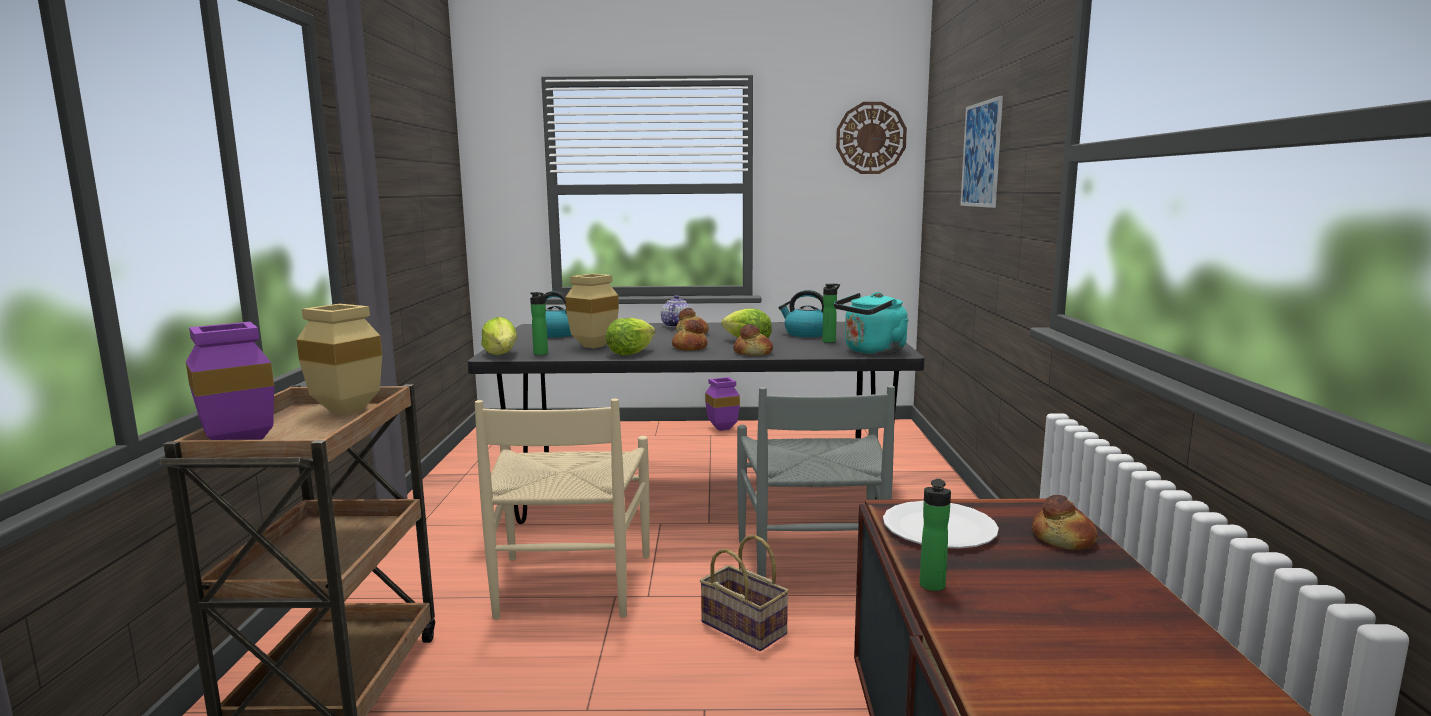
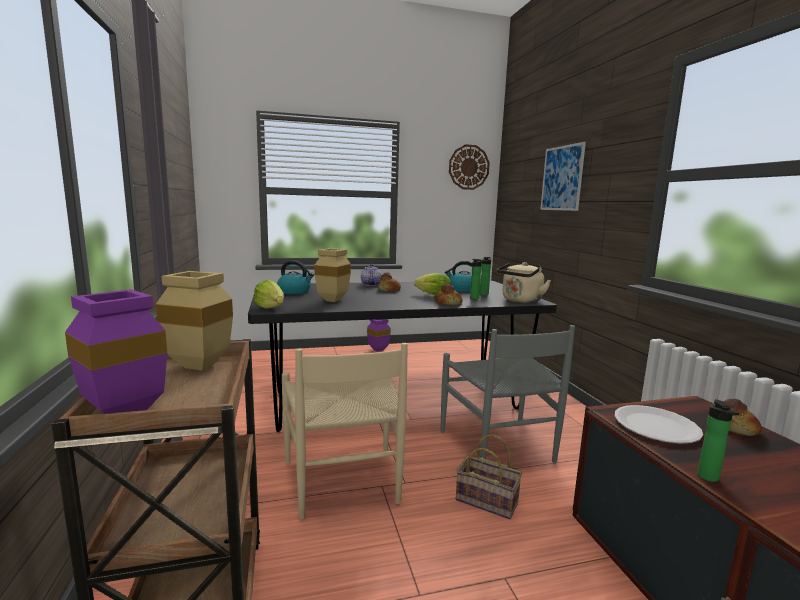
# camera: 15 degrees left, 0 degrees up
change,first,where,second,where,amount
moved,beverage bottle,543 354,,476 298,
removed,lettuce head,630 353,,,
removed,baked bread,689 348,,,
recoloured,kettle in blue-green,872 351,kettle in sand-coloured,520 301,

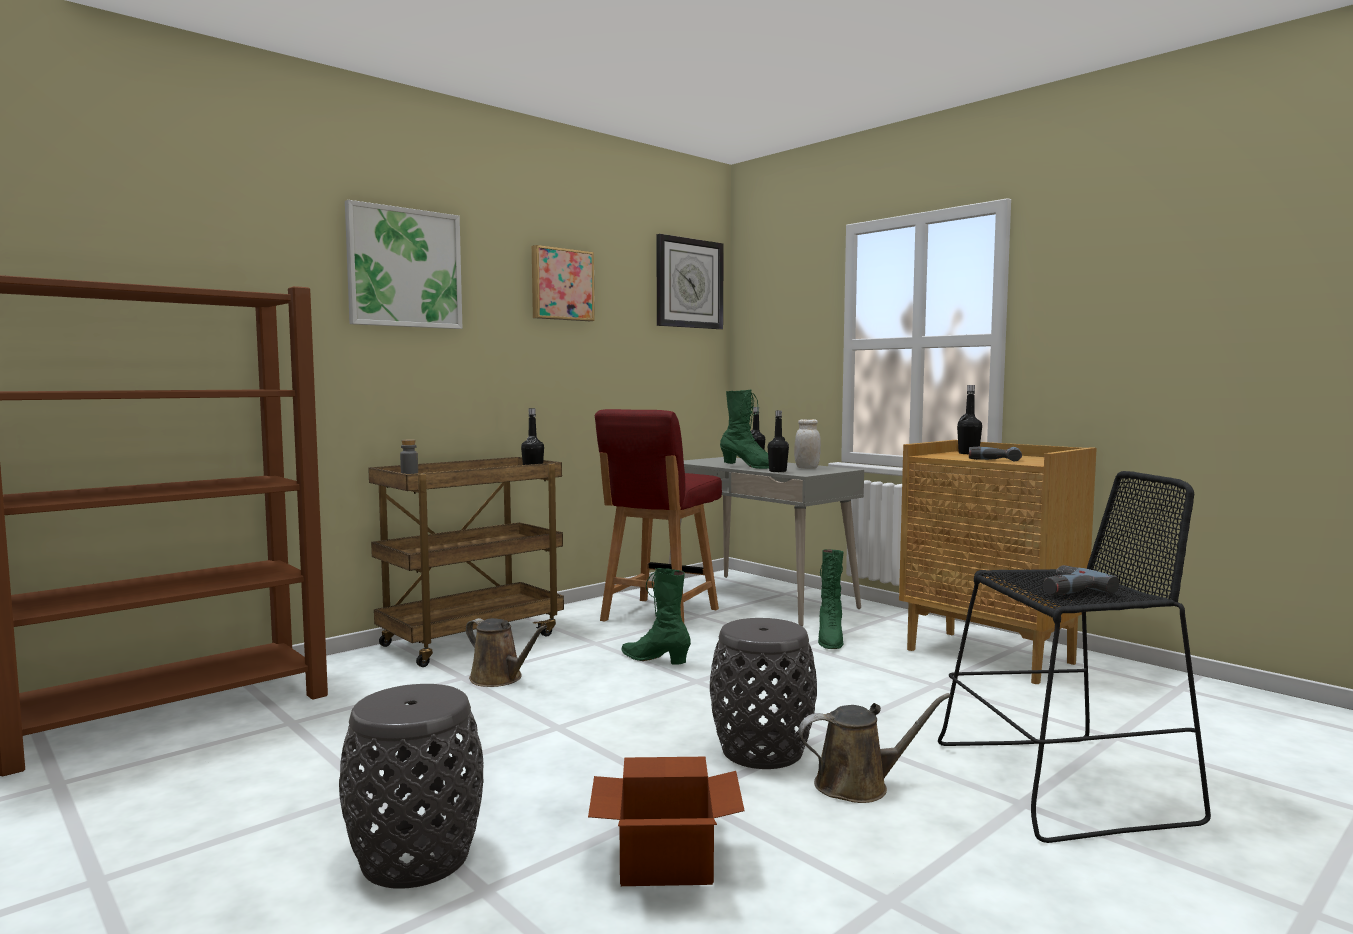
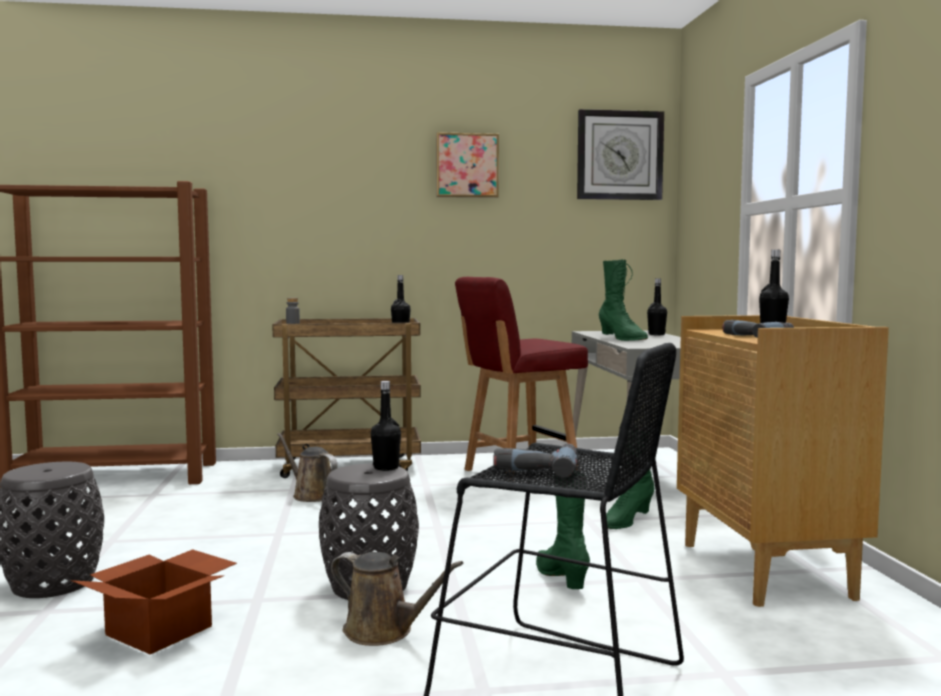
# camera: 35 degrees right, 0 degrees up
change,first,where,second,where,amount
removed,wall art,404 268,,,
turned,sprinkling can in brown-coloured,499 679,,311 495,150 degrees clockwise
moved,tall boot in greenish,655 660,,561 578,
moved,beverage bottle in blackish,777 471,,386 468,
removed,jar in white,807 468,,,

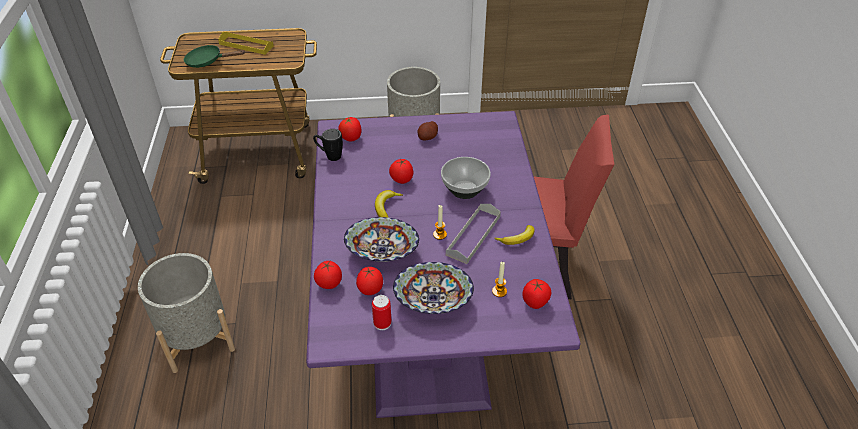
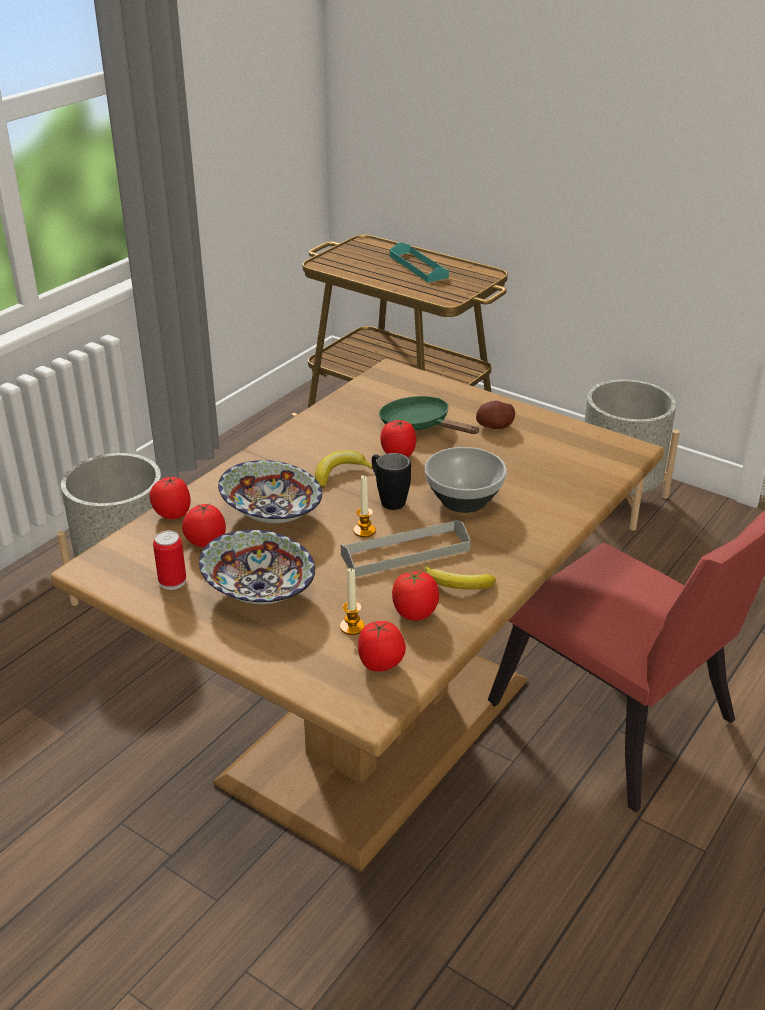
# camera: 40 degrees right, 10 degrees down
change,first,where,second,where,amount
moved,frying pan in greenish,208 61,,420 426,
recoloured,tray in yellowish,246 45,tray in blue-green,418 267,
recoloured,dinner table in purplish,429 333,dinner table in brown-coloured,382 731,
moved,mug in blackish,329 156,,388 499,
moved,tomato,351 138,,415 613,

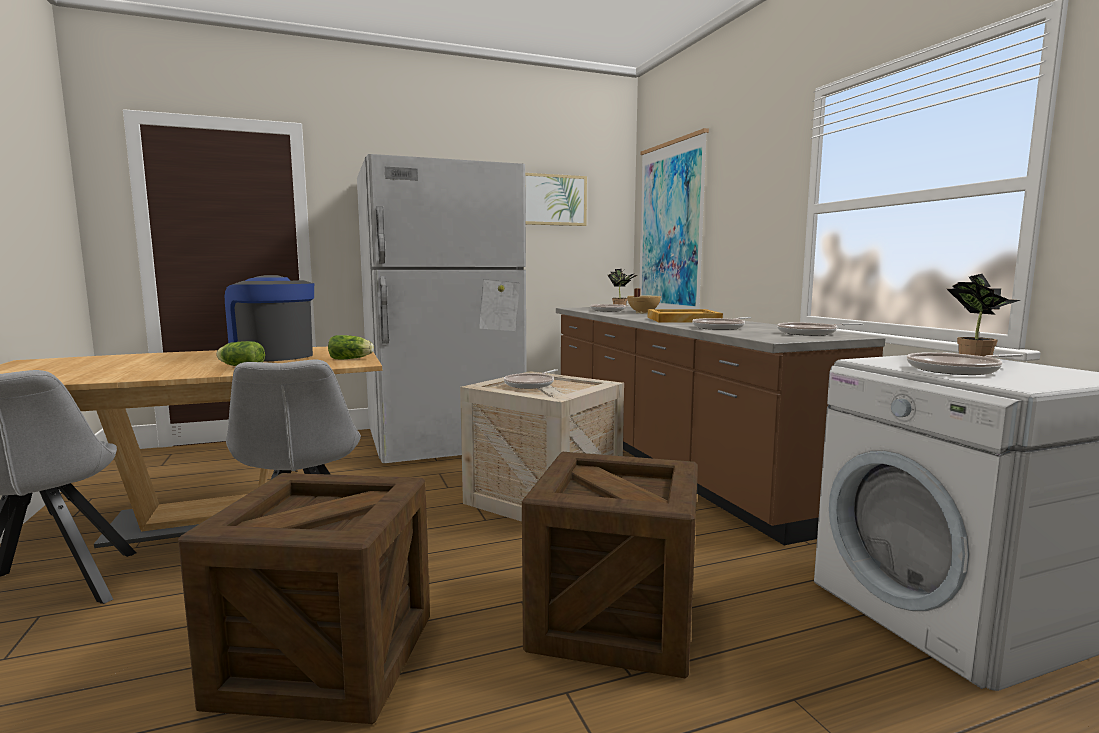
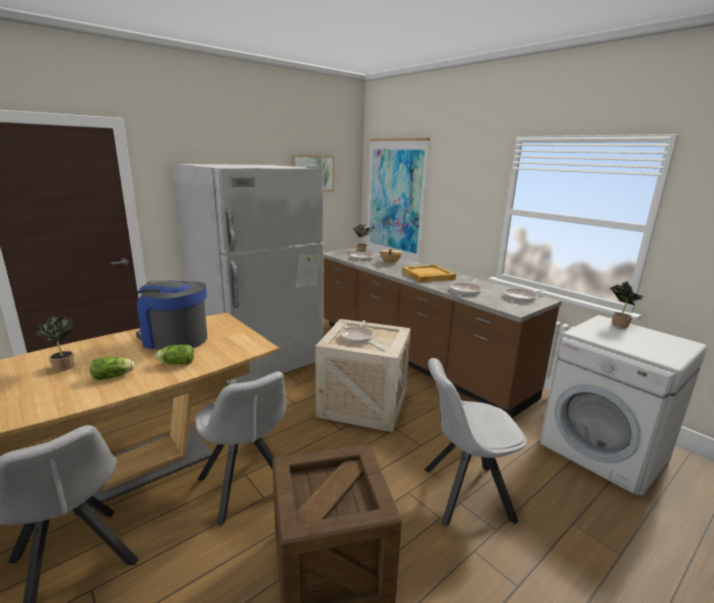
# camera: 20 degrees left, 10 degrees up
change,first,where,second,where,amount
moved,lettuce head,351 359,,114 376,
replaced,crate,614 620,plain chair in greyish,464 494,
removed,frying pan,957 370,,,
added,,,potted plant,66 367,

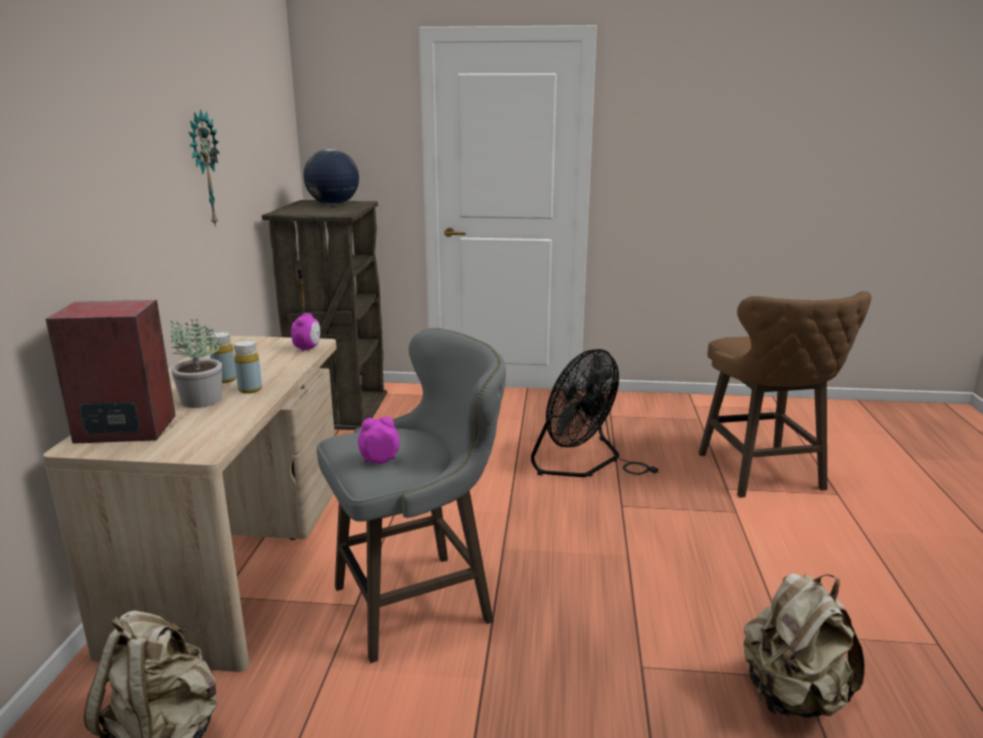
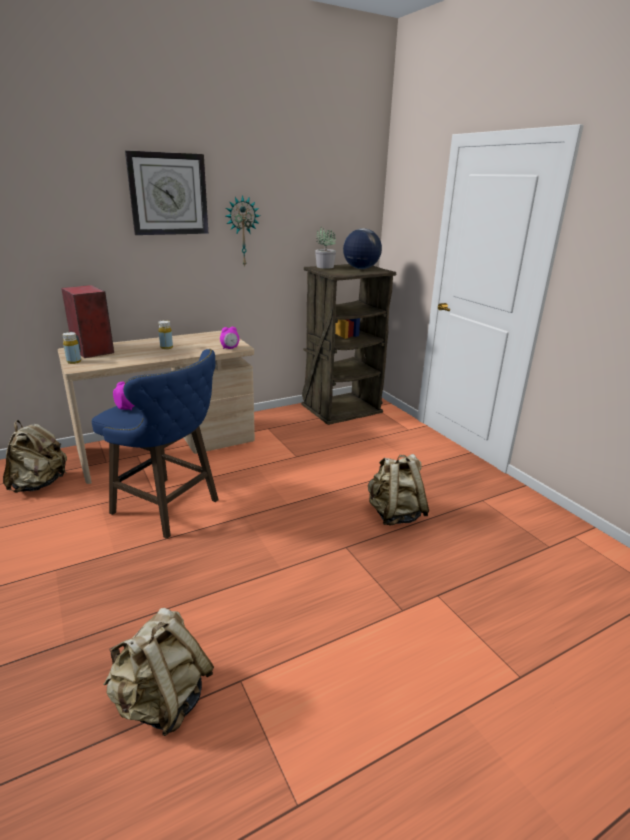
# camera: 55 degrees right, 5 degrees up
change,first,where,second,where,amount
moved,potted plant,200 400,,324 267,
moved,beverage bottle in yellowish,250 389,,74 361,
recoloured,stool seat in greyish,420 601,stool seat in blue-coloured,169 508,
replaced,cooling fan in blackish,592 461,knapsack in sand-coloured,395 514,
removed,stool seat in brown-coloured,763 474,,,
added,,,hanging clock,168 194,

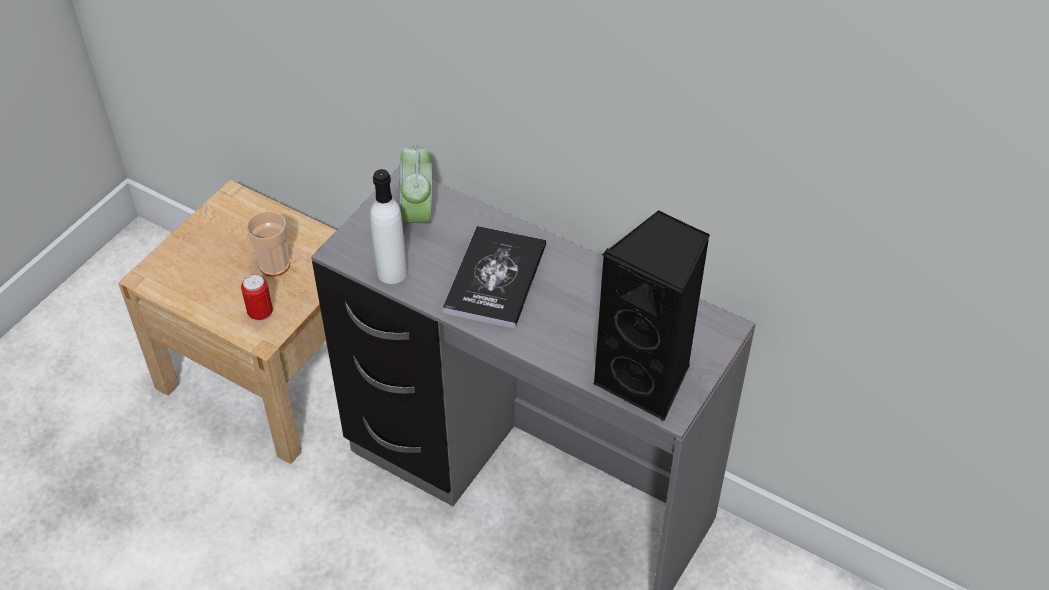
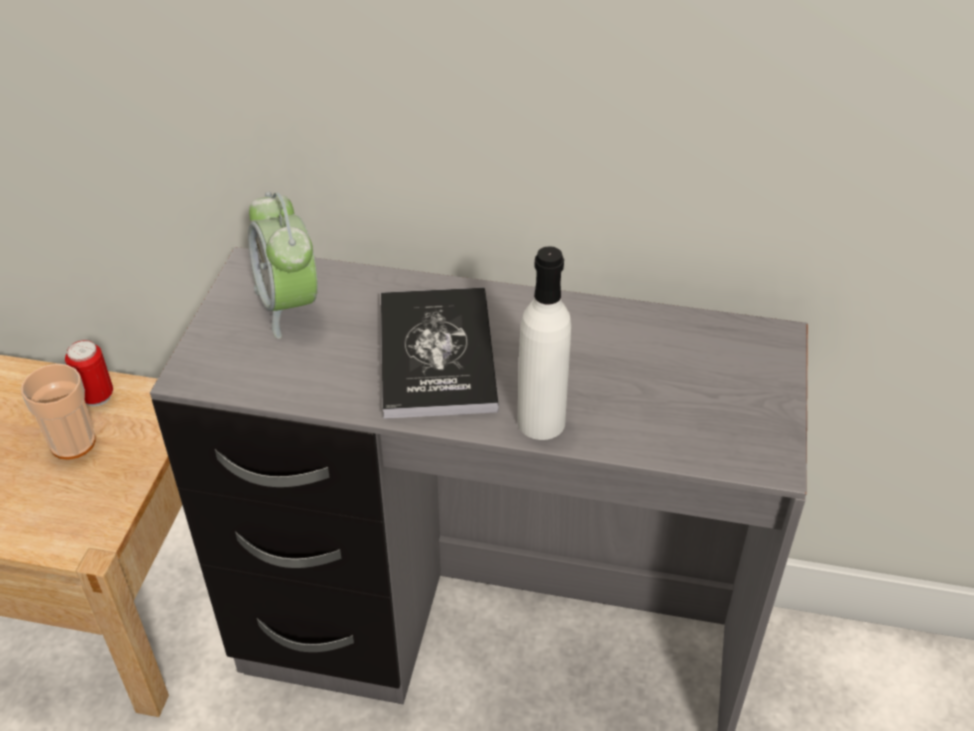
# camera: 20 degrees left, 5 degrees down
change,first,where,second,where,amount
moved,sealed can,260 313,,97 396,
moved,beverage bottle in white,392 272,,541 422,
removed,loudspeaker in blackish,647 379,,,

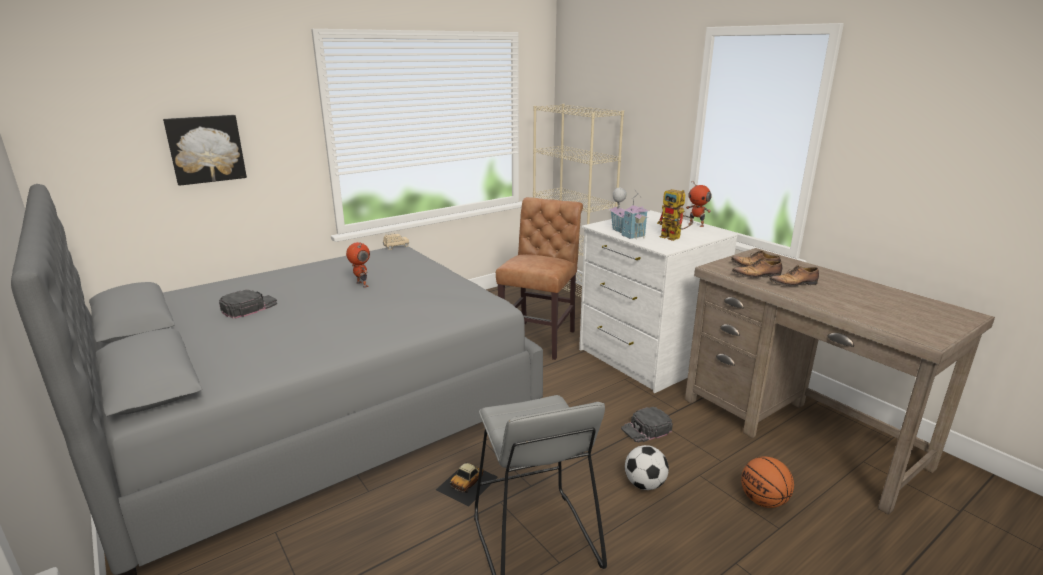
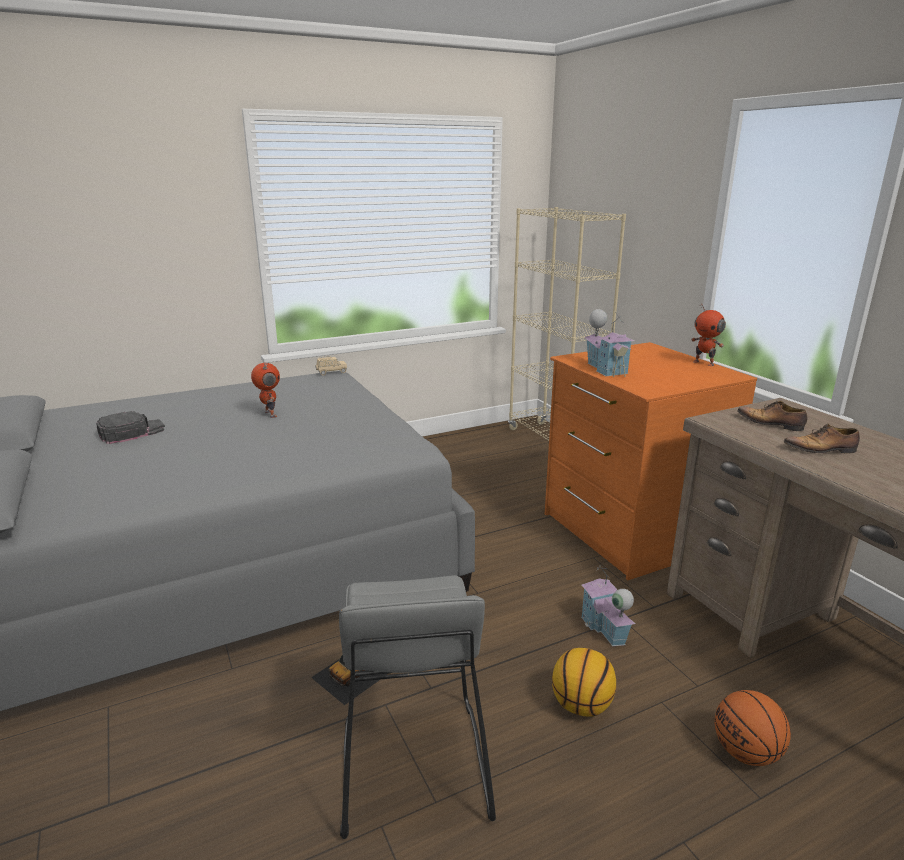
# camera: 10 degrees right, 0 degrees up
change,first,where,second,where,amount
removed,wall art,206 149,,,
removed,plain chair in brown-coloured,540 338,,,
recoloured,chest of drawers in white,645 357,chest of drawers in orangey,628 531,
replaced,peaked cap in blackish,646 429,toy house,604 628,
replaced,football,644 484,ball for basketball,581 705,
removed,robot figure,674 238,,,
removed,shoe,757 276,,,

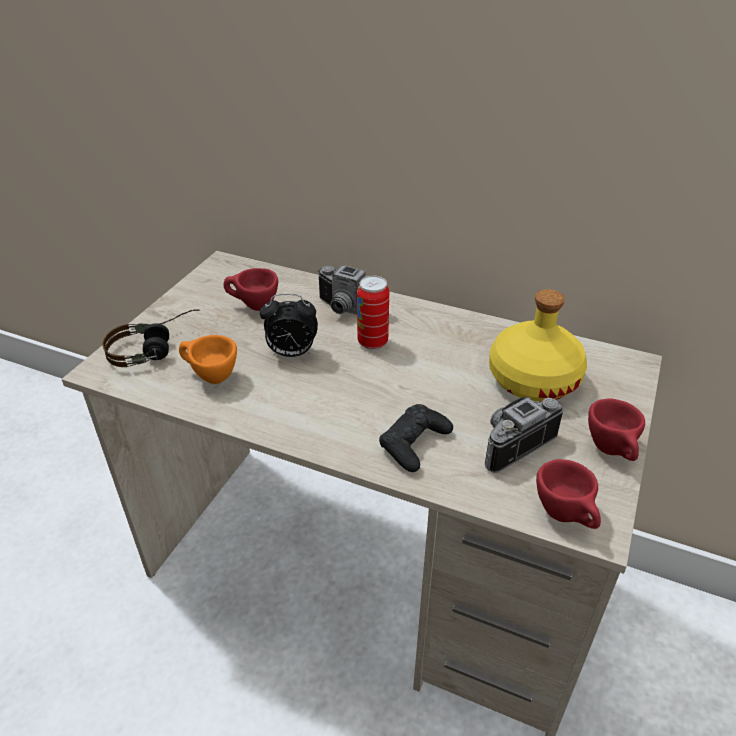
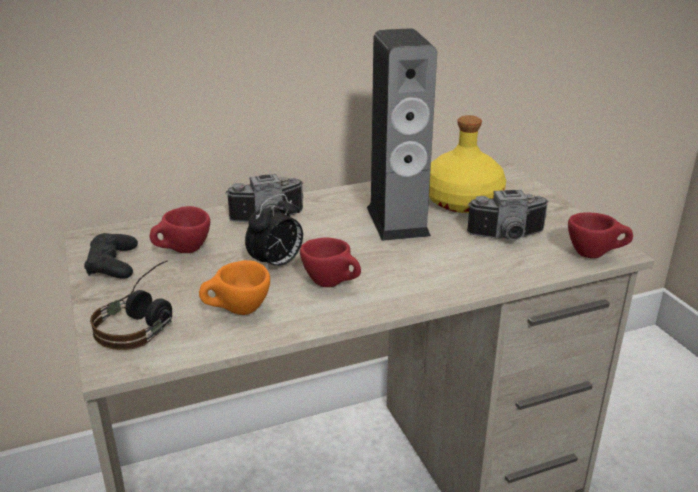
# camera: 45 degrees left, 10 degrees down
change,first,where,second,where,amount
removed,sealed can,372 342,,,
moved,joypad in blackish,414 443,,113 264,
turned,still camera,511 442,,508 237,105 degrees counterclockwise
moved,drinking cup in reddish,612 451,,333 284,
added,,,loudspeaker,397 221,

